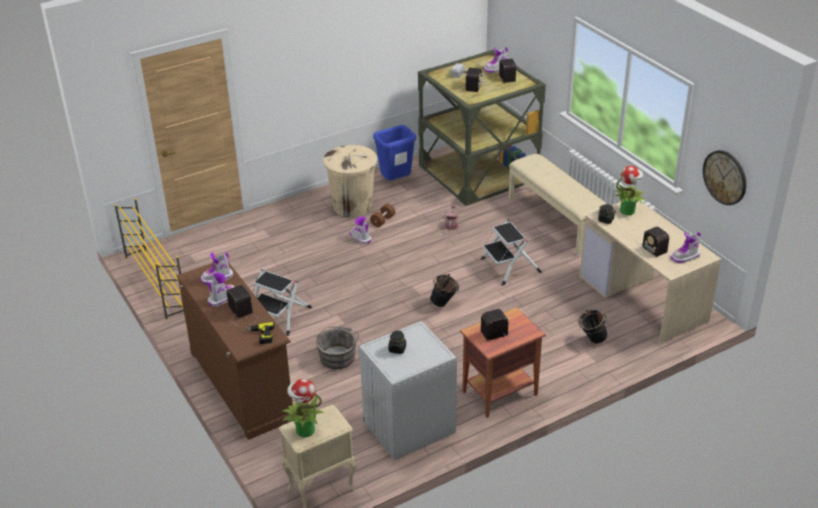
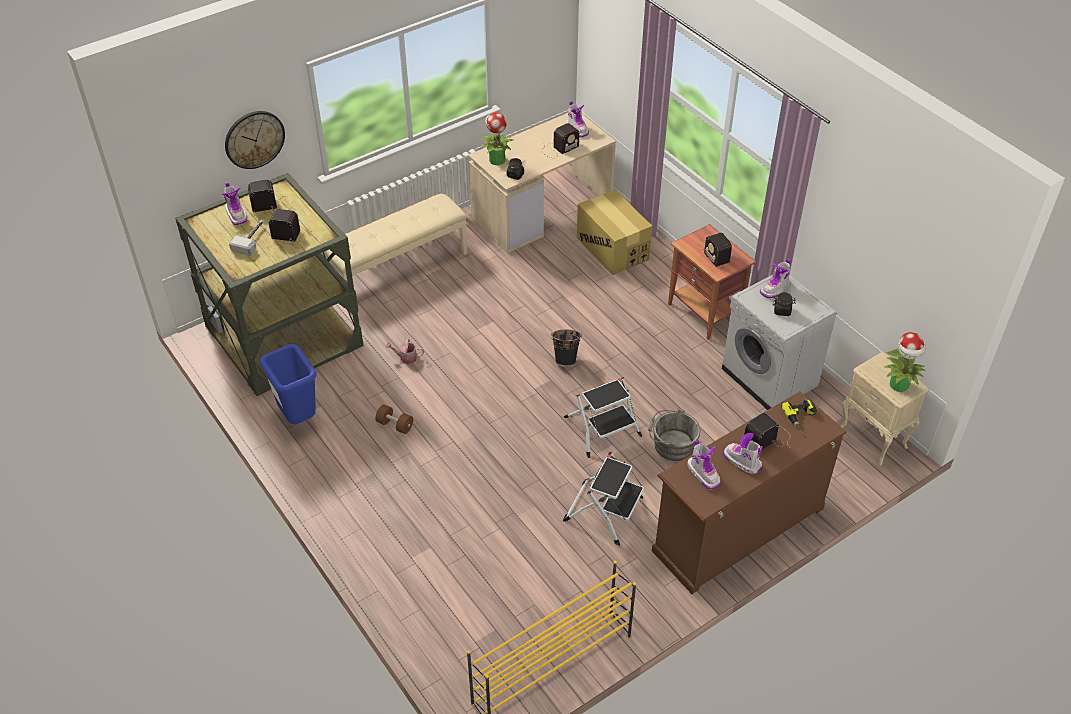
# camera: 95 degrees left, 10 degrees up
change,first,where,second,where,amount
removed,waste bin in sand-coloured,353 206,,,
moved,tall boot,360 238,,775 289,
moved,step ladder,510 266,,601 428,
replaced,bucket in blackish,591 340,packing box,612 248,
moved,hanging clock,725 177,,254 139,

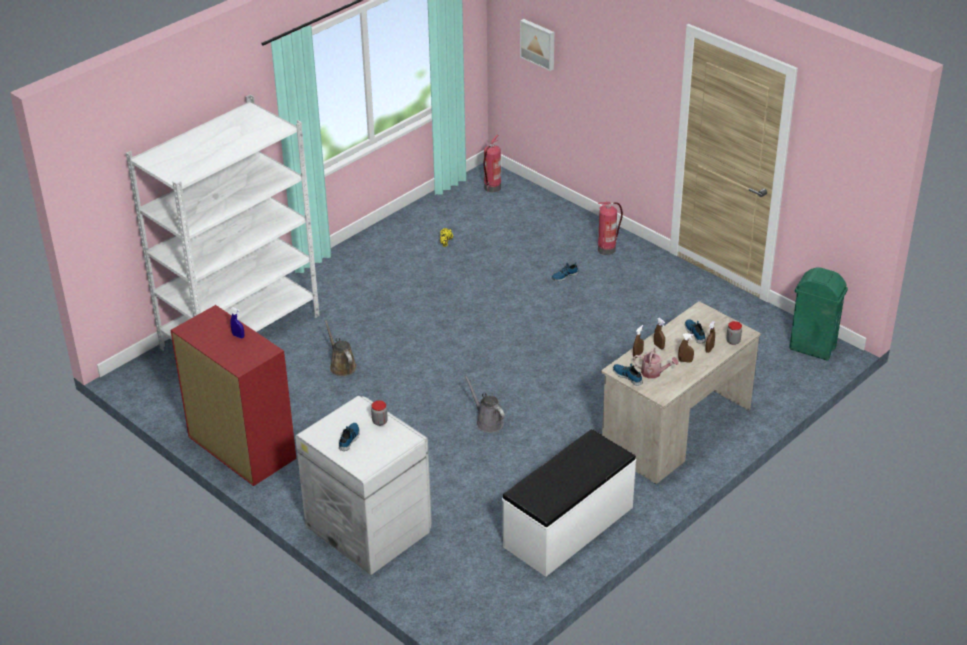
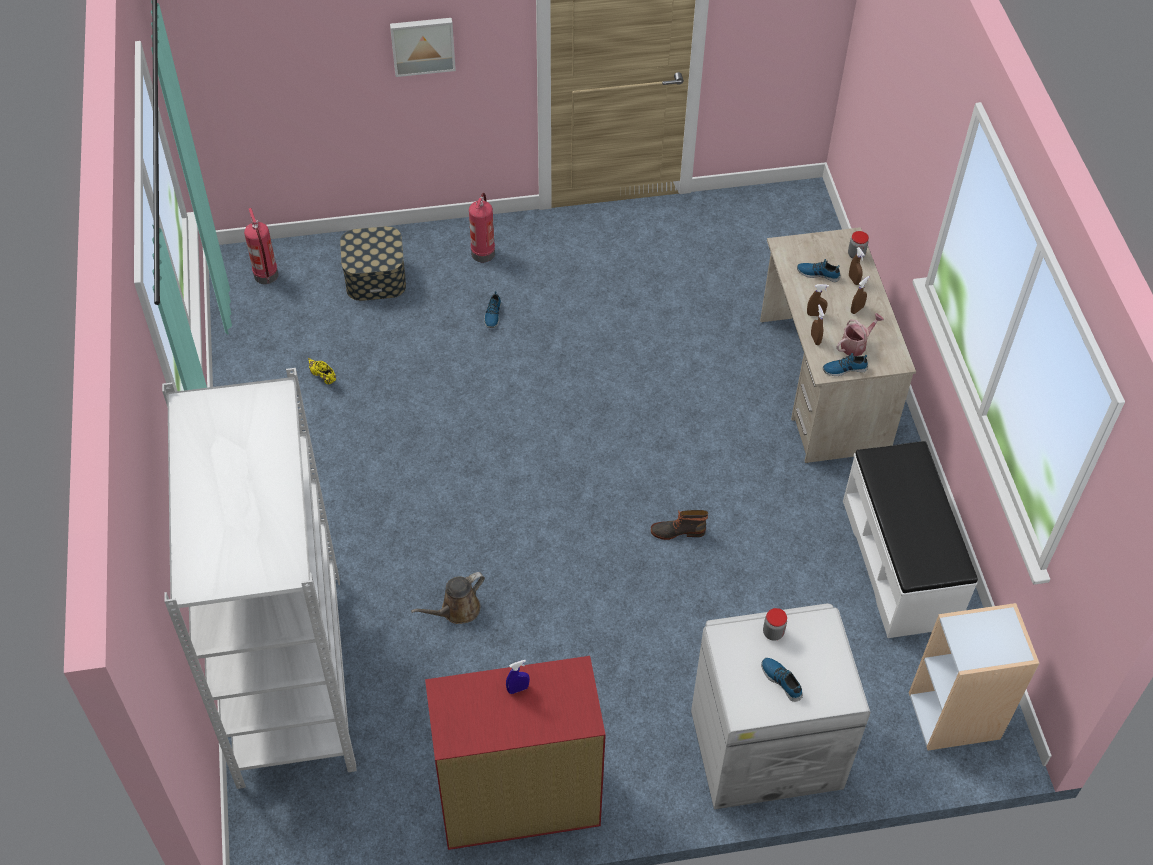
# camera: 55 degrees left, 15 degrees up
change,first,where,second,where,amount
turned,sprinkling can in brown-coloured,341 366,,457 610,45 degrees counterclockwise
replaced,sprinkling can in greyish,487 421,tall boot,677 531,
moved,wall art,538 44,,422 45,
removed,waste bin in greenish,812 348,,,
added,,,storage box,375 277,
added,,,bookcase,955 716,

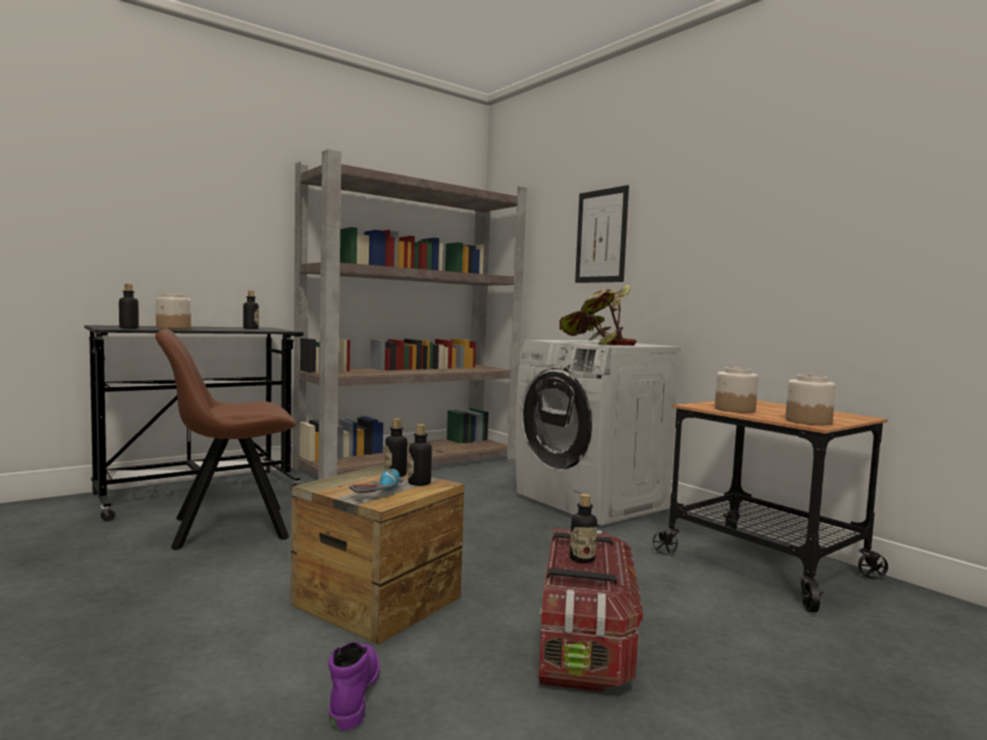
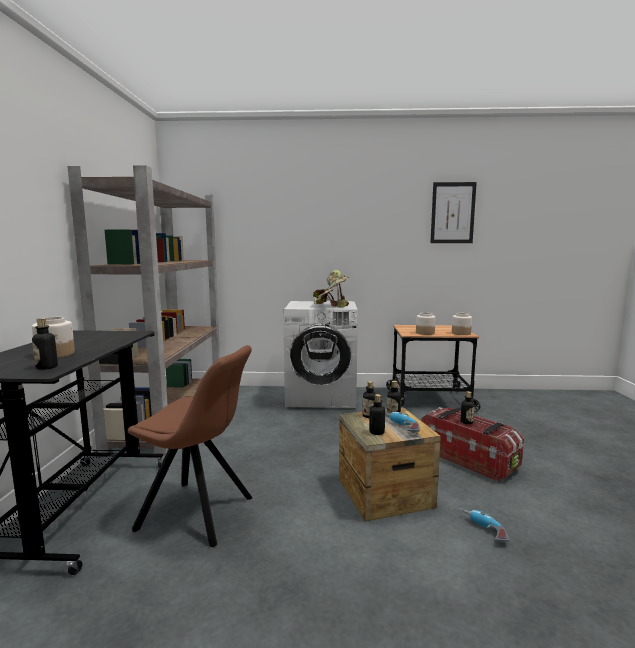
# camera: 50 degrees left, 5 degrees up
change,first,where,second,where,amount
turned,plain chair in brown-coloured,229 528,,197 512,90 degrees counterclockwise
moved,beverage bottle,250 328,,376 432,
replaced,tall boot in purplish,352 694,electric drill,483 530,
moved,wall art,601 236,,452 213,

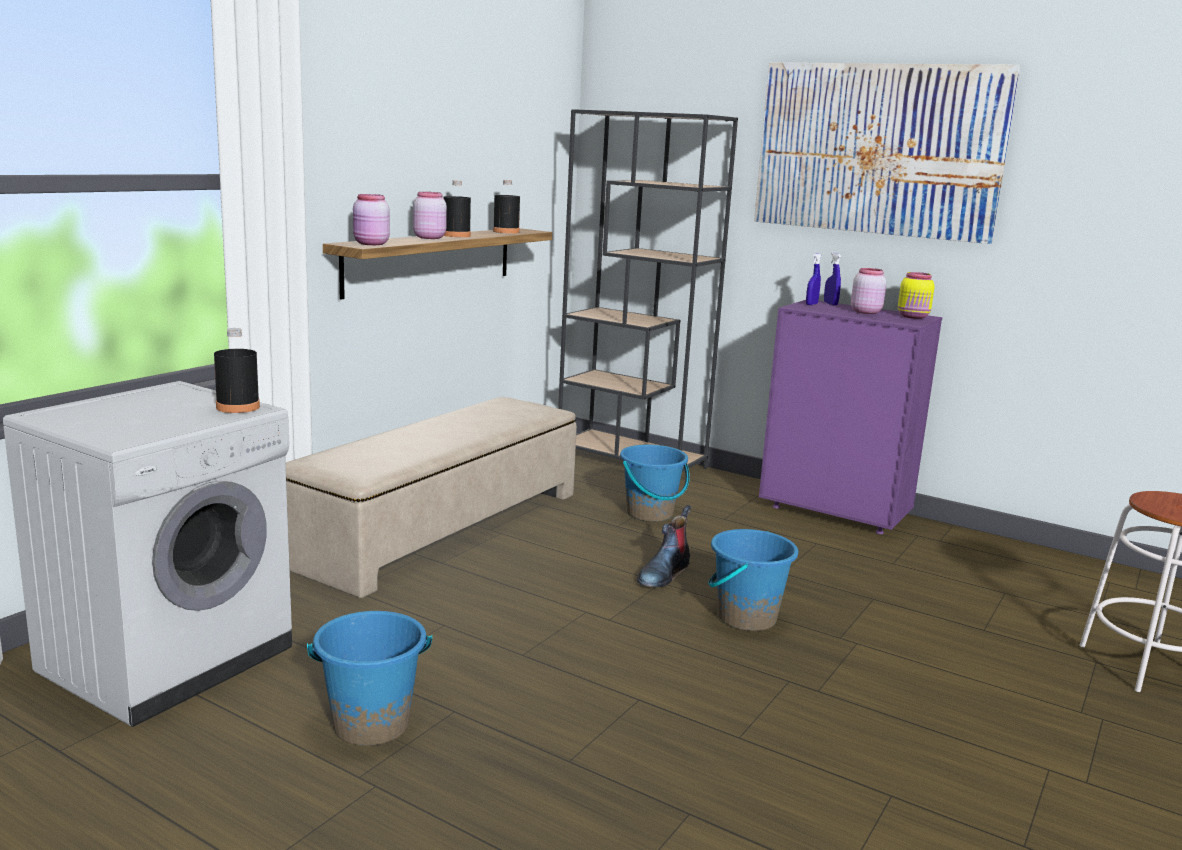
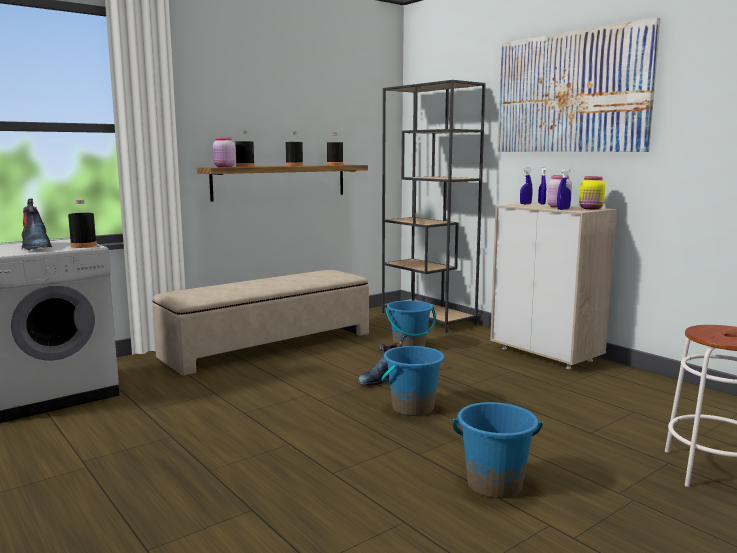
# camera: 20 degrees right, 5 degrees down
change,first,where,second,where,amount
moved,bucket in blue-coloured,371 725,,494 484,
removed,jar in pink,429 237,,,
recoloured,storage cabinet in purplish,836 513,storage cabinet in sand-coloured,547 354,
added,,,tall boot,36 247,
added,,,beverage bottle in blackish,245 166,
added,,,sprayer in blue-coloured,563 209,

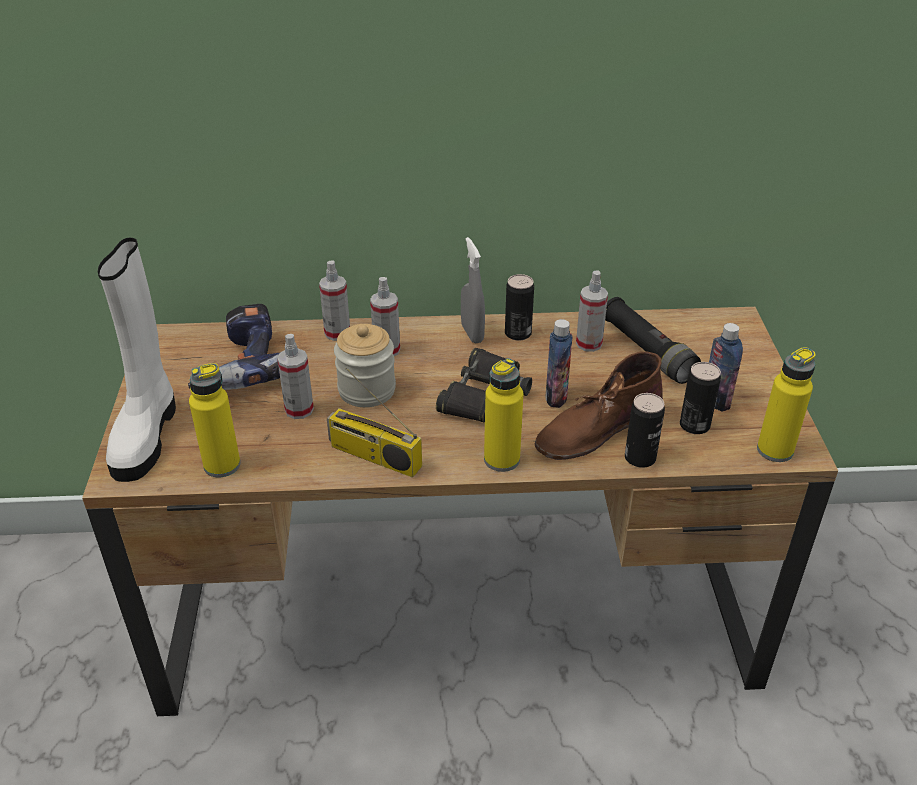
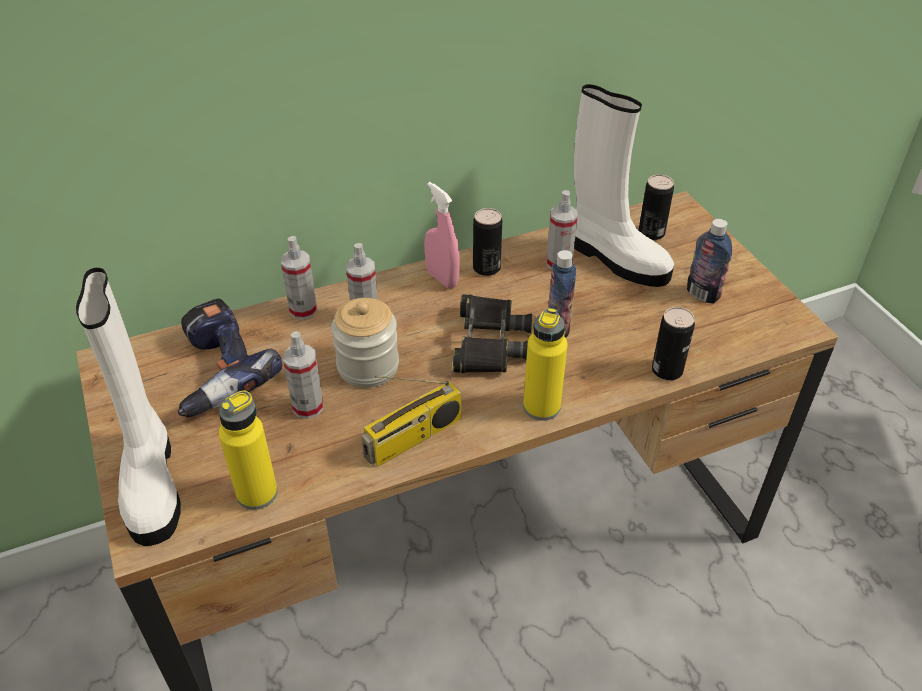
# camera: 20 degrees left, 5 degrees up
change,first,where,second,where,amount
turned,radio,373 456,,413 438,45 degrees counterclockwise
recoloured,sprayer in greyish,472 333,sprayer in pink,442 278,
removed,tall boot in brown-coloured,597 429,,,
replaced,flashlight in blackish,646 351,tall boot in white,615 259,
moved,sealed can,694 425,,651 233,
removed,beverage bottle in yellowish,775 450,,,

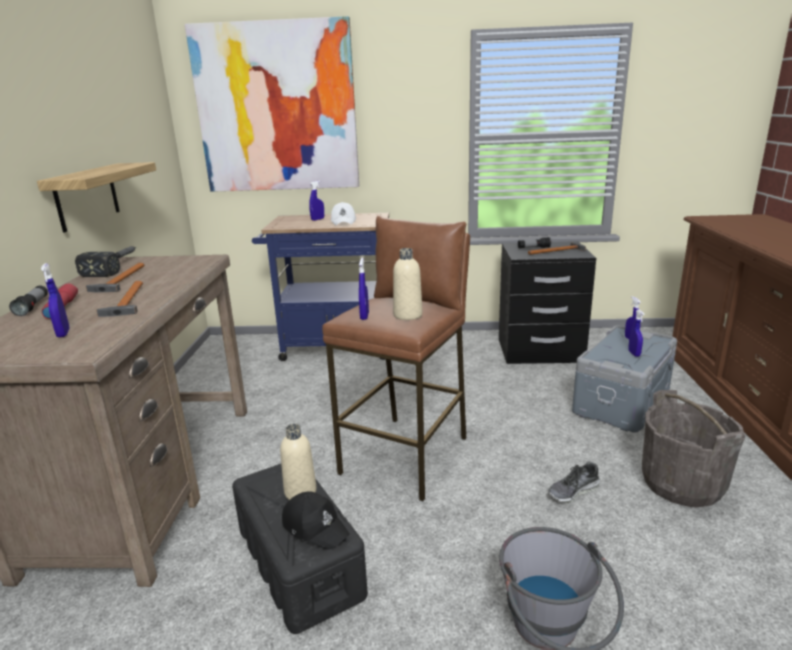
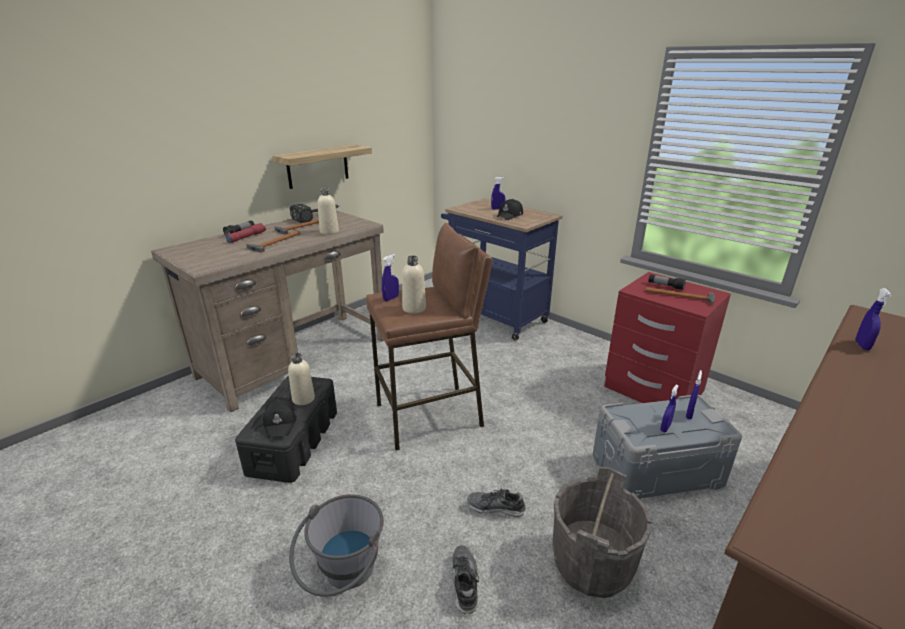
# camera: 40 degrees right, 5 degrees up
change,first,where,second,where,amount
moved,sprayer in blue-coloured,63 333,,862 345,
removed,wall art,277 108,,,
recoloured,peaked cap in white,344 221,peaked cap in blackish,509 216,
recoloured,bedside table in blackish,540 351,bedside table in reddish,652 390,
added,,,beverage bottle in sand-coloured,329 232,
added,,,shoe,464 583,

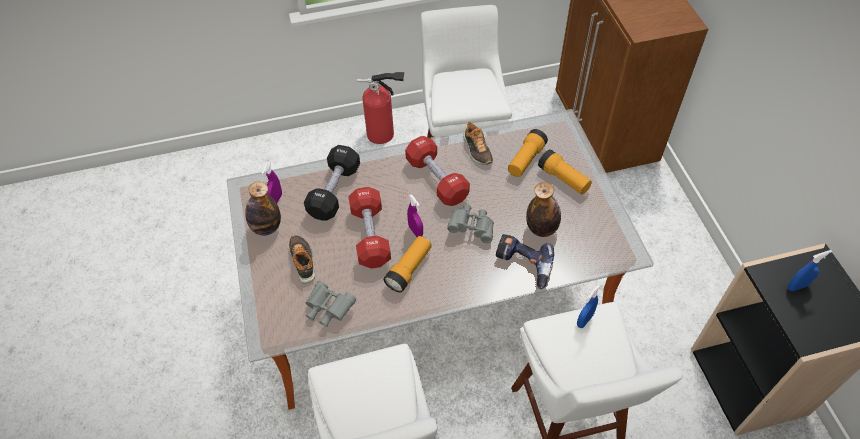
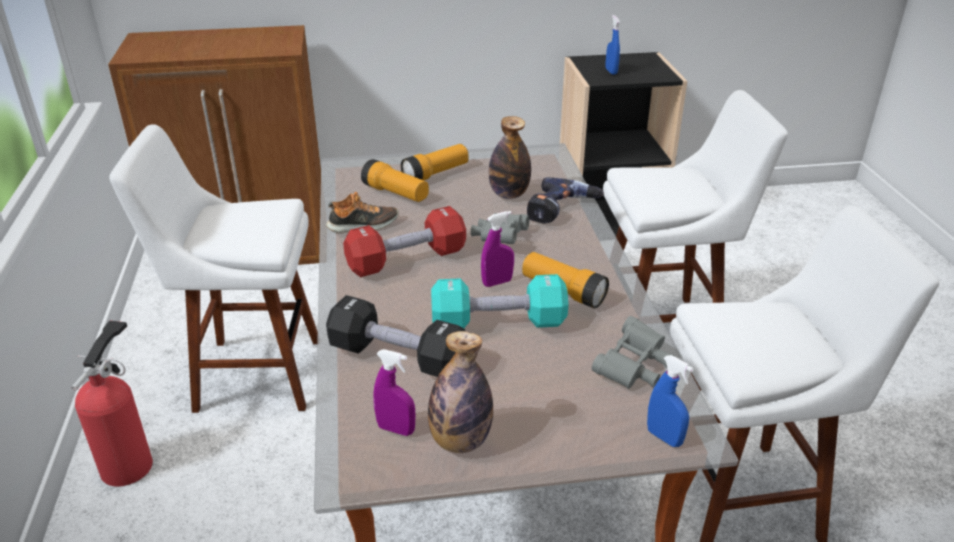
# camera: 85 degrees left, 20 degrees down
change,first,where,second,where,amount
removed,shoe,303 261,,,
recoloured,free weight in reddish,370 235,free weight in blue-green,498 323,
moved,sprayer in blue-coloured,584 320,,664 437,

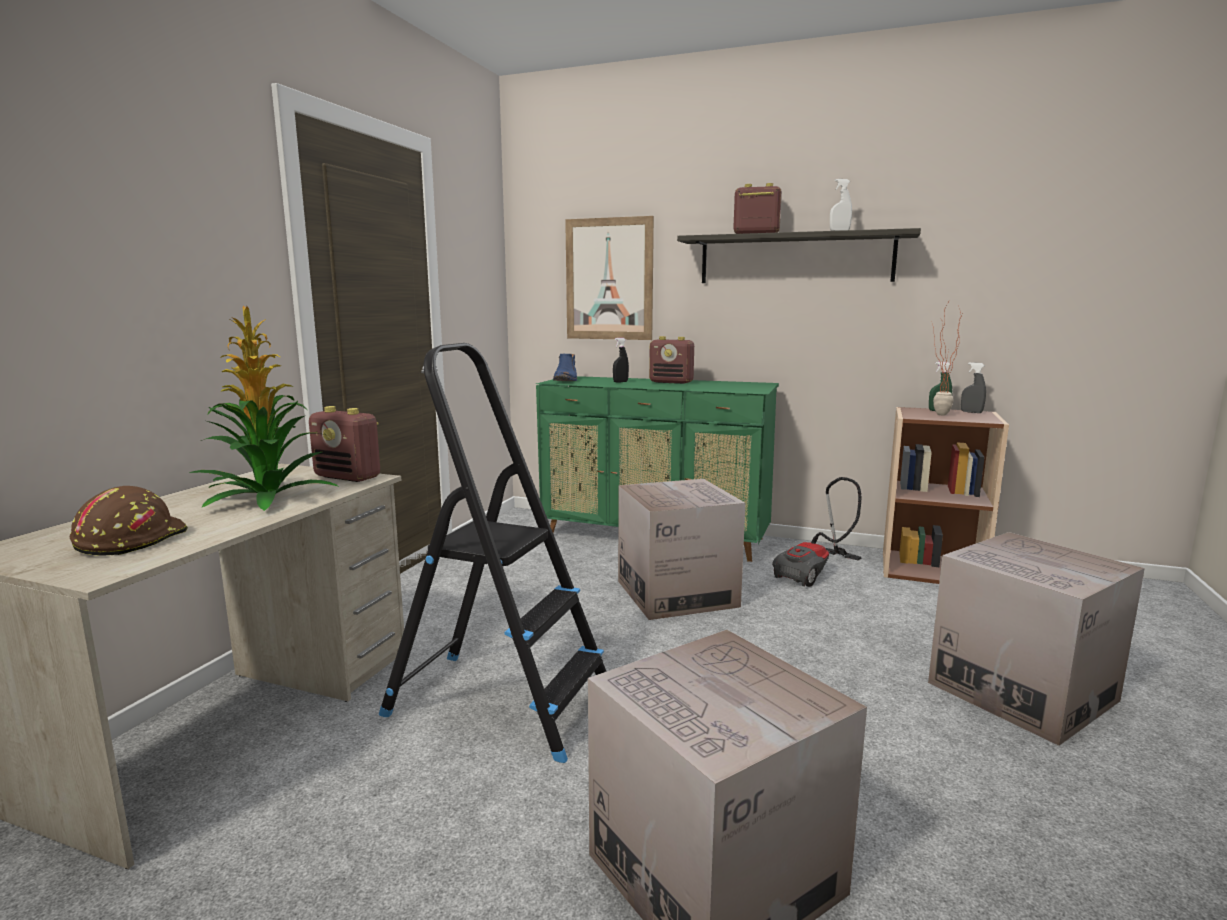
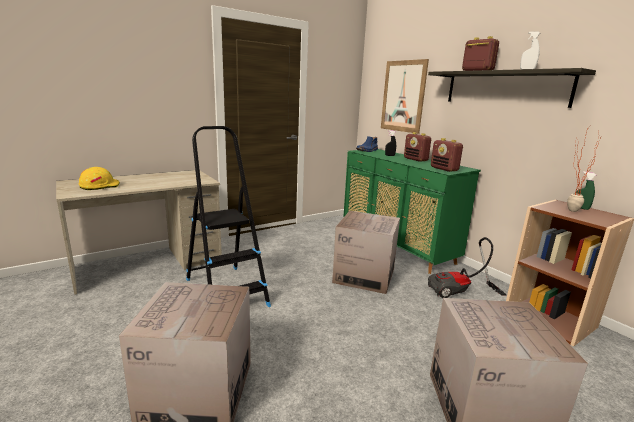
# camera: 35 degrees right, 5 degrees up
change,first,where,second,where,amount
recoloured,hard hat in brown-coloured,130 540,hard hat in yellowish,100 186,
removed,potted plant,265 497,,,
moved,radio,348 477,,444 169,
removed,sprayer in greyish,971 412,,,

